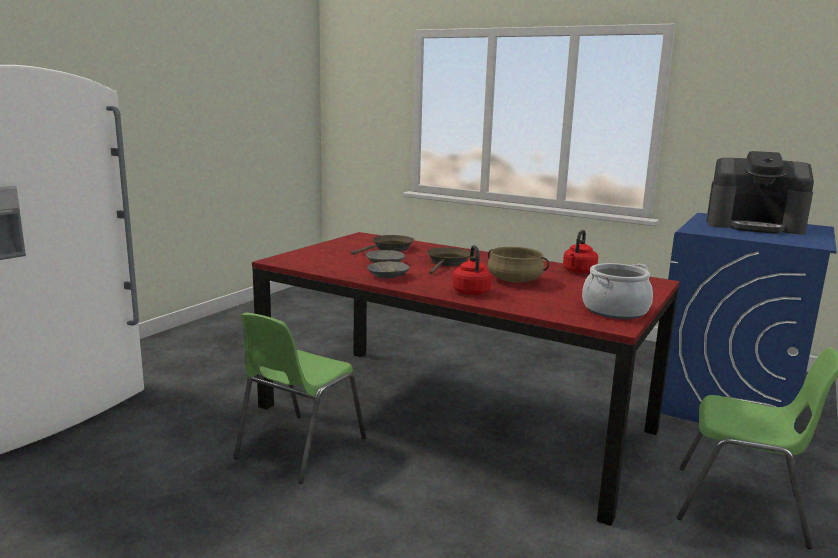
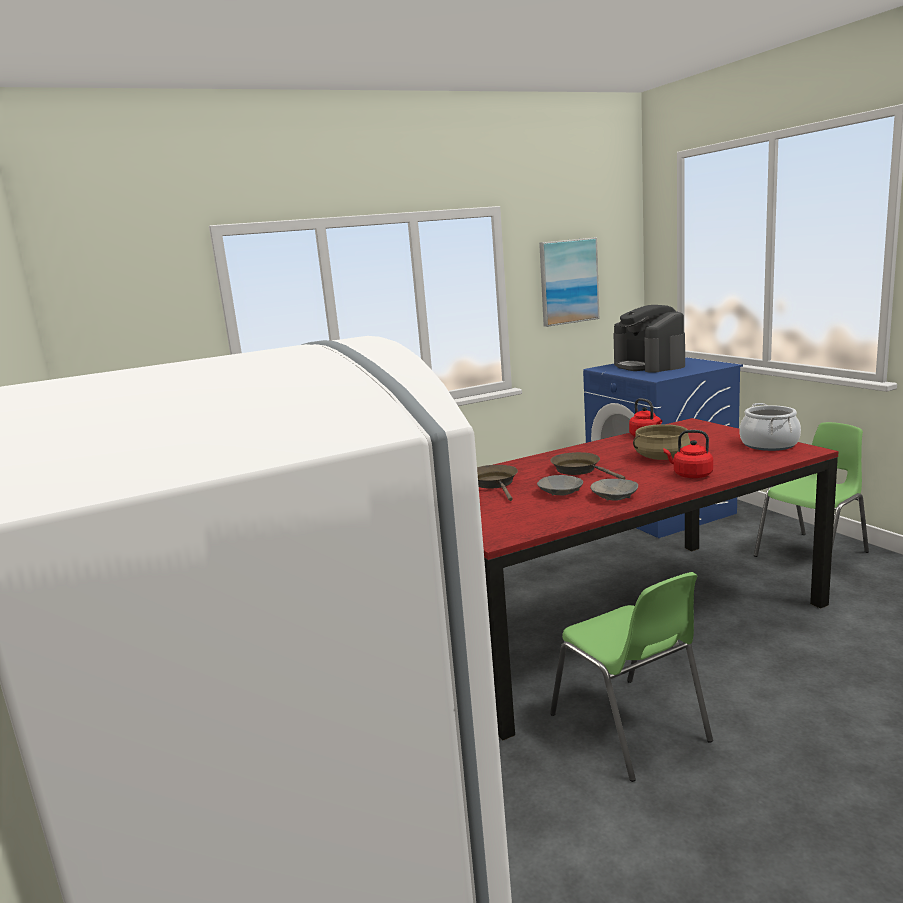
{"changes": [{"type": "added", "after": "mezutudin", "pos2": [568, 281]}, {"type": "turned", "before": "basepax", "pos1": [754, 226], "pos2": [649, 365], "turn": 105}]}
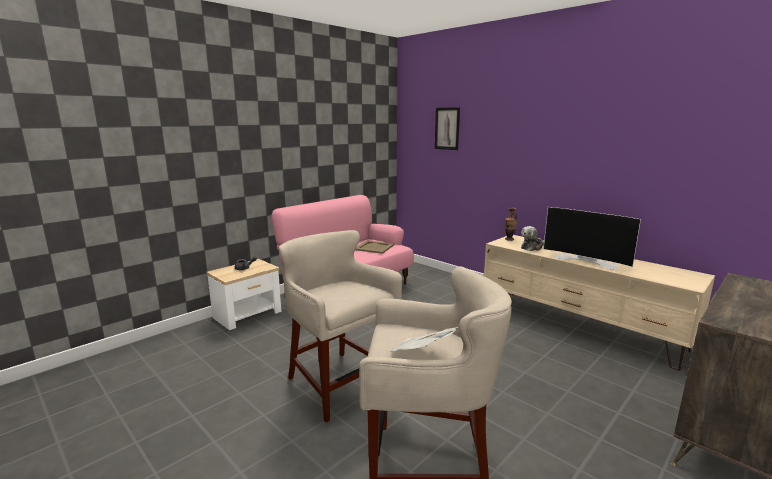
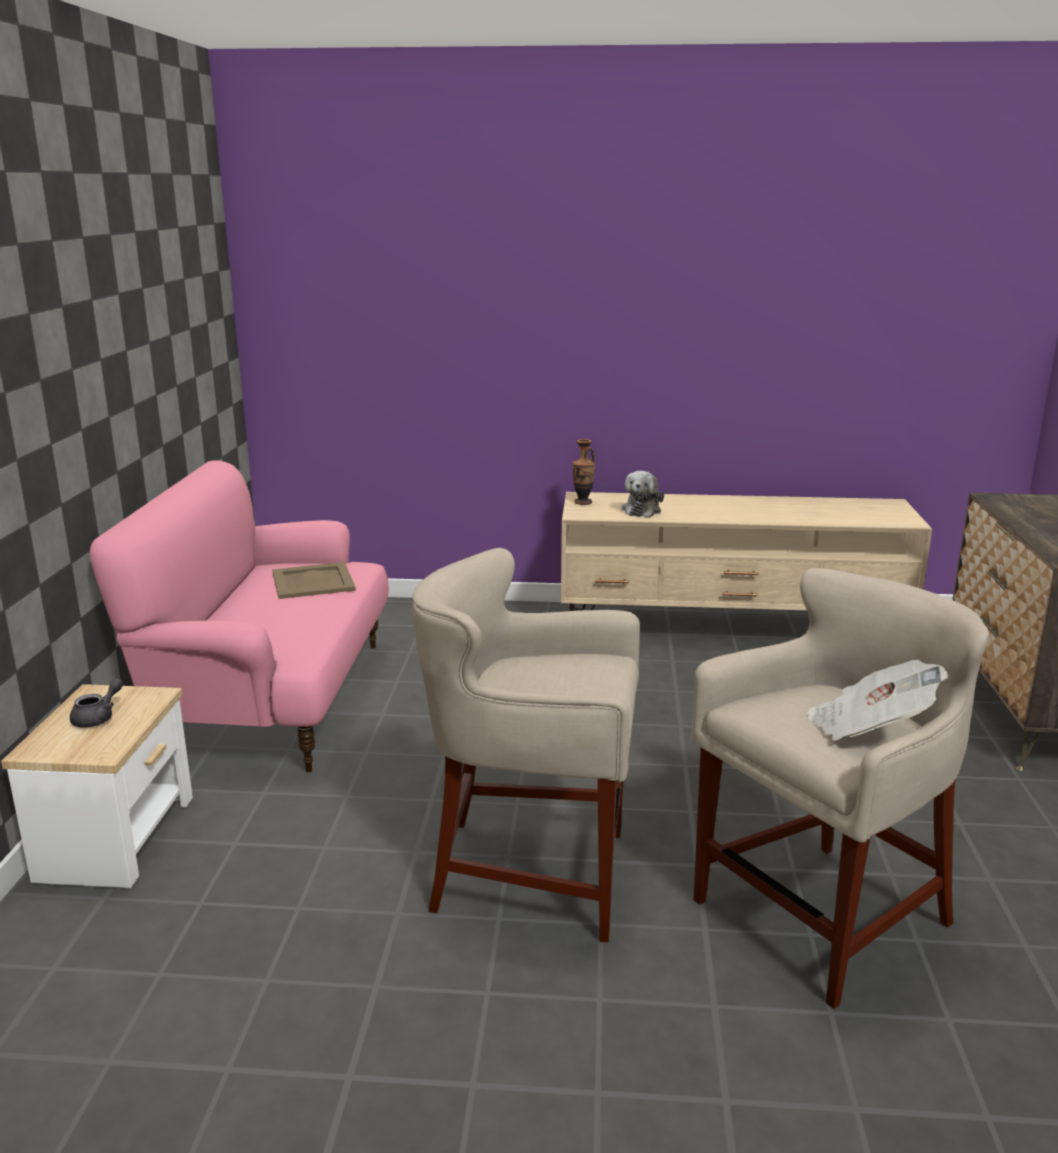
{"changes": [{"type": "removed", "before": "mezutudin", "pos1": [447, 128]}, {"type": "removed", "before": "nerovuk", "pos1": [587, 260]}]}
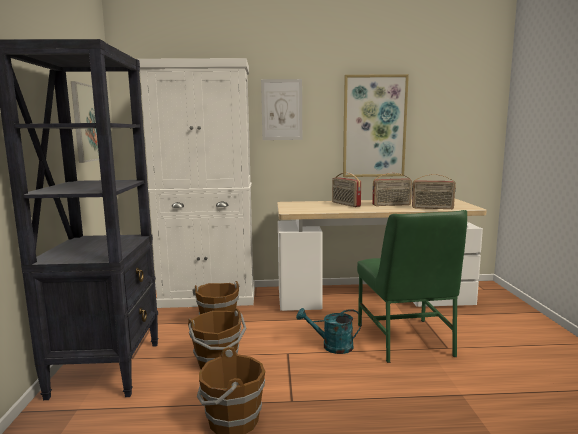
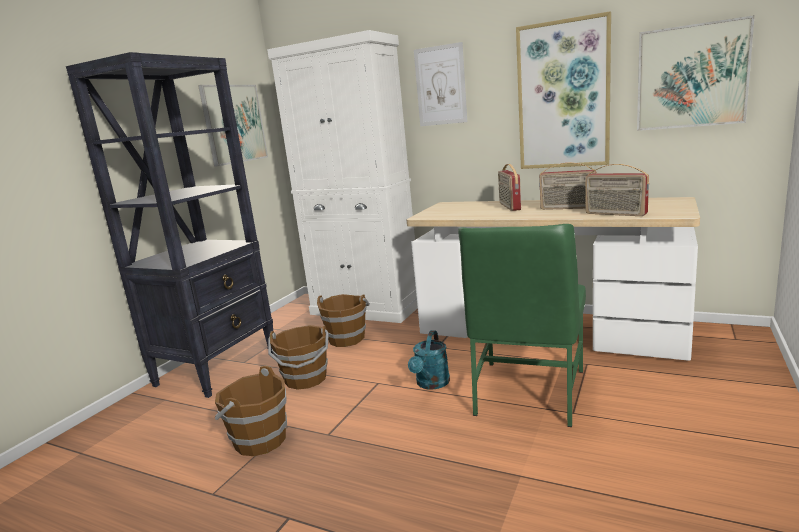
{"changes": [{"type": "turned", "before": "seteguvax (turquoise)", "pos1": [332, 346], "pos2": [431, 384], "turn": -105}, {"type": "added", "after": "mezutudin", "pos2": [691, 76]}]}
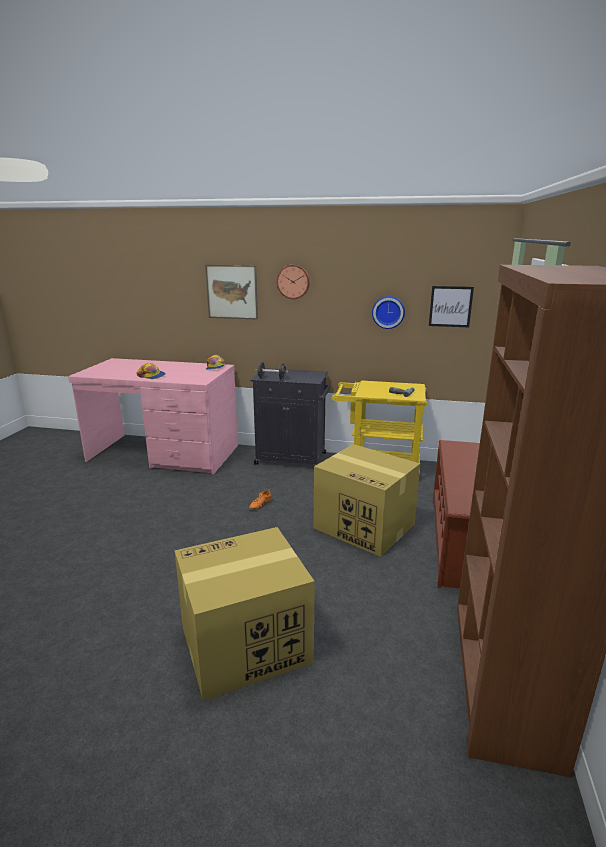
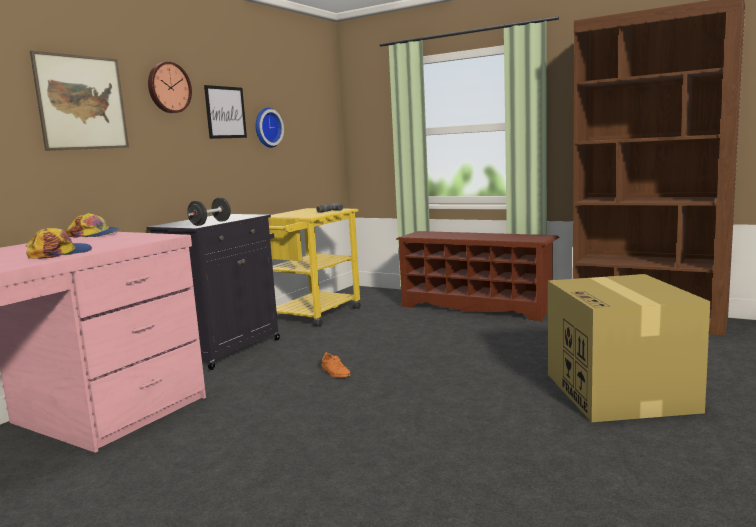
{"changes": [{"type": "moved", "before": "mezutudin", "pos1": [450, 306], "pos2": [225, 112]}, {"type": "removed", "before": "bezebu", "pos1": [365, 526]}]}
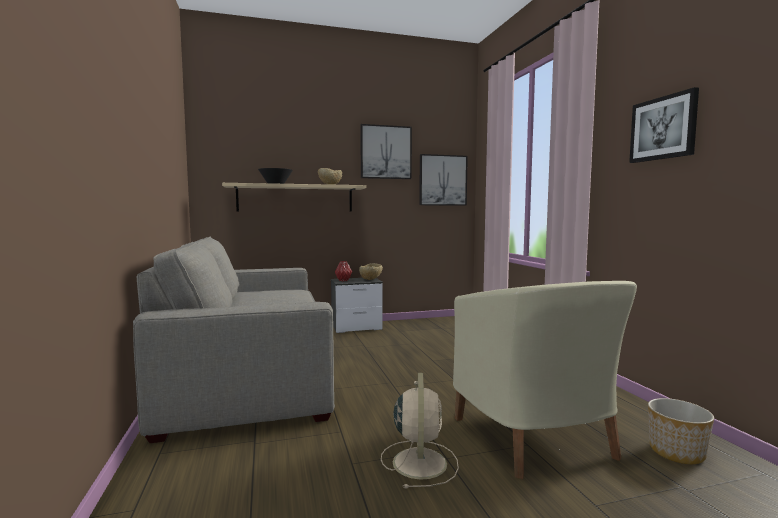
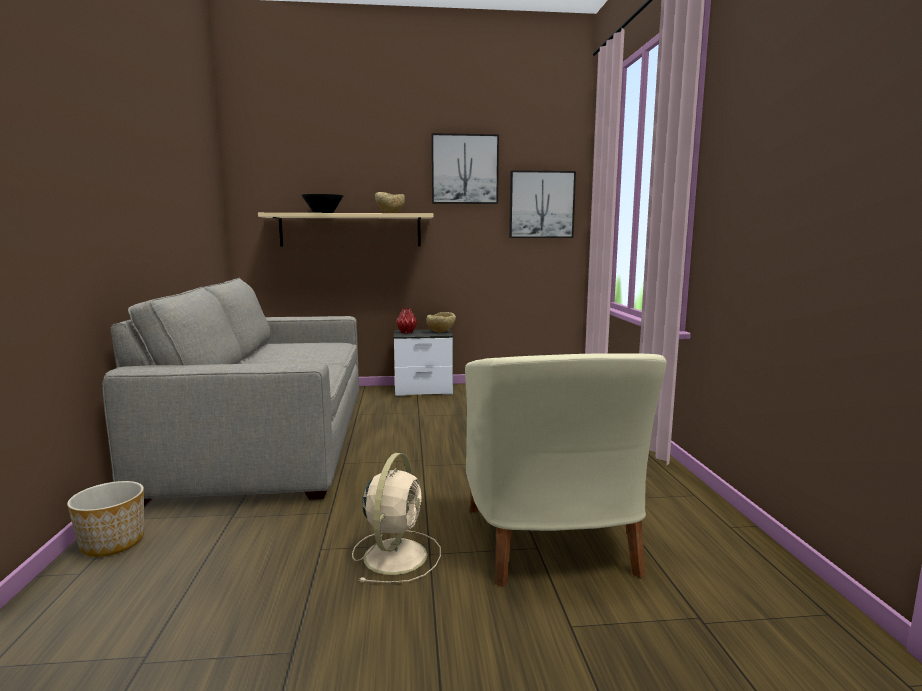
{"changes": [{"type": "moved", "before": "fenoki", "pos1": [675, 452], "pos2": [112, 543]}, {"type": "removed", "before": "mezutudin", "pos1": [663, 128]}]}
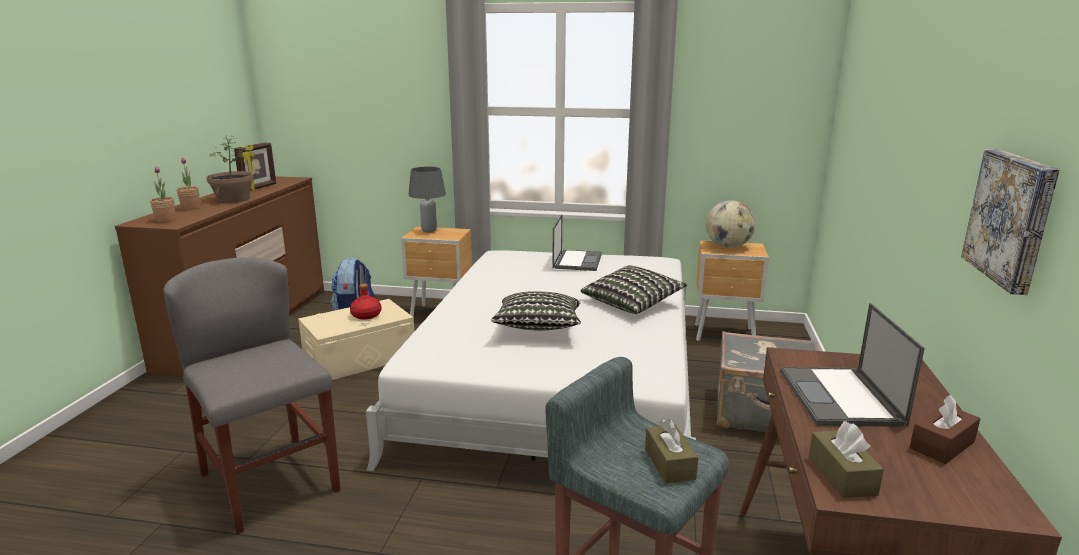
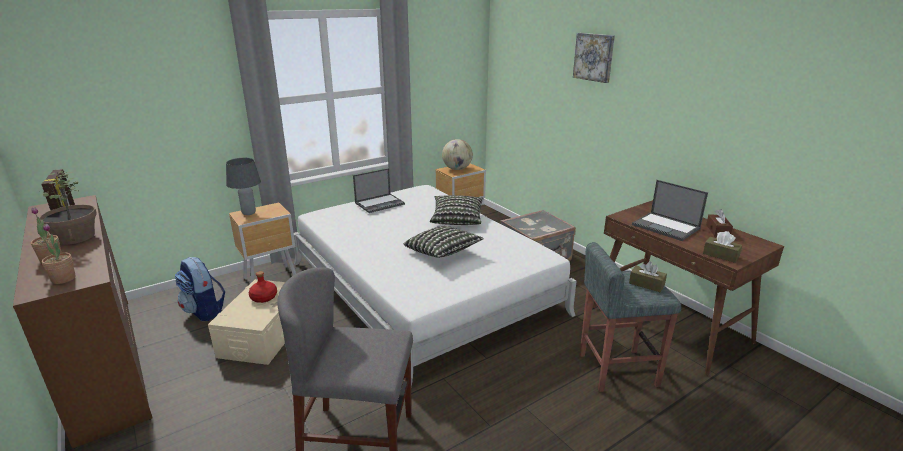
{"changes": [{"type": "turned", "before": "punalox", "pos1": [577, 261], "pos2": [380, 203], "turn": 90}, {"type": "moved", "before": "mezutudin", "pos1": [1013, 218], "pos2": [594, 57]}]}
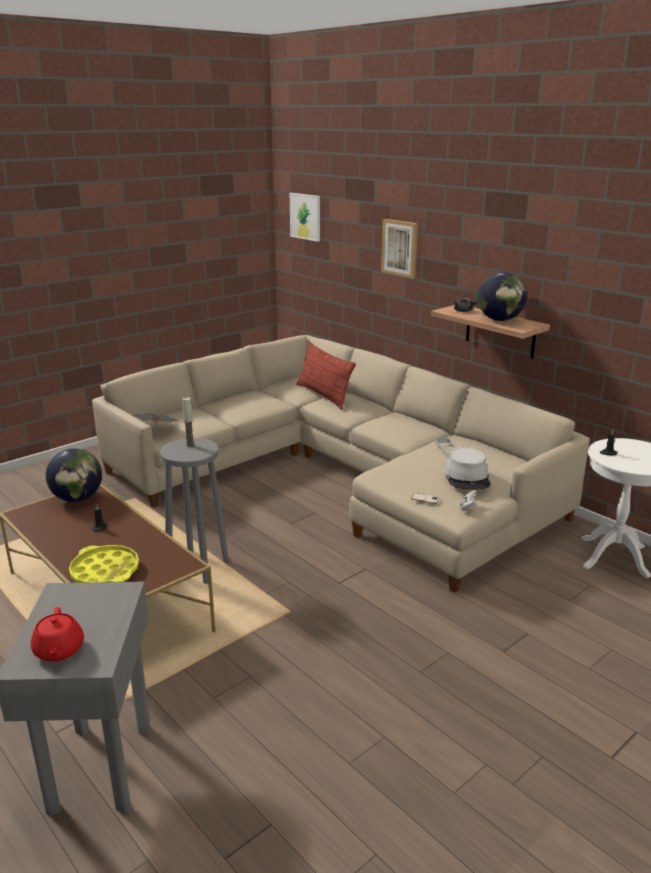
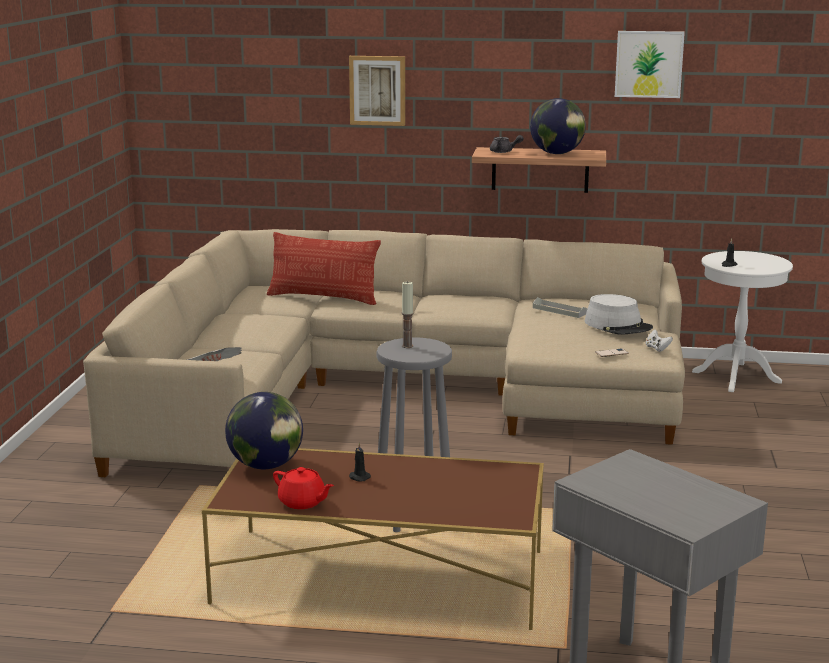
{"changes": [{"type": "moved", "before": "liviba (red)", "pos1": [58, 651], "pos2": [302, 502]}, {"type": "moved", "before": "mezutudin", "pos1": [305, 216], "pos2": [649, 64]}, {"type": "removed", "before": "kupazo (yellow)", "pos1": [105, 571]}]}
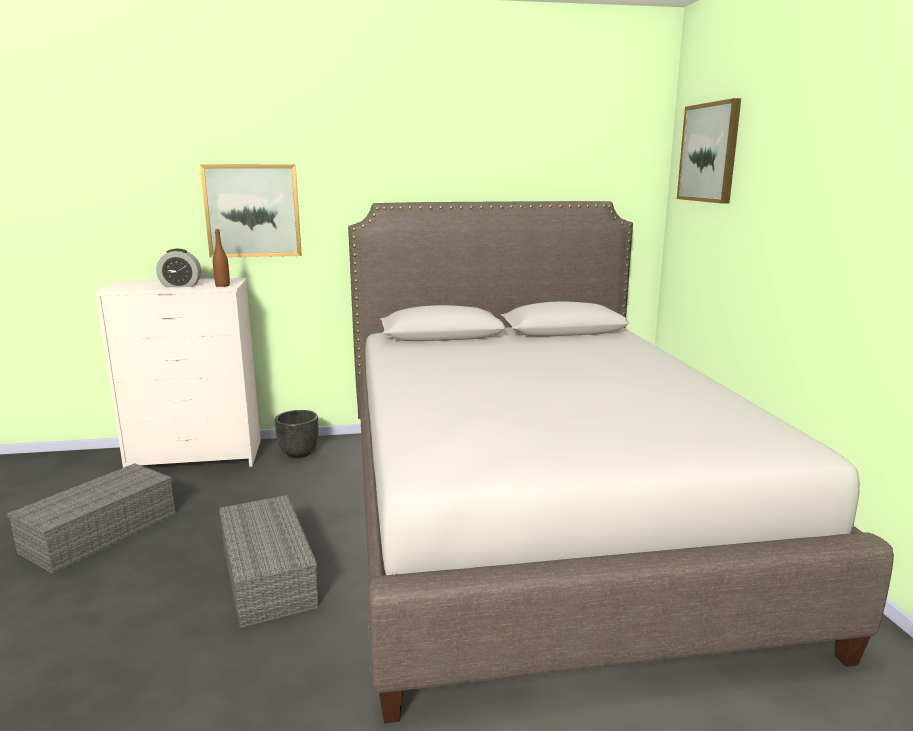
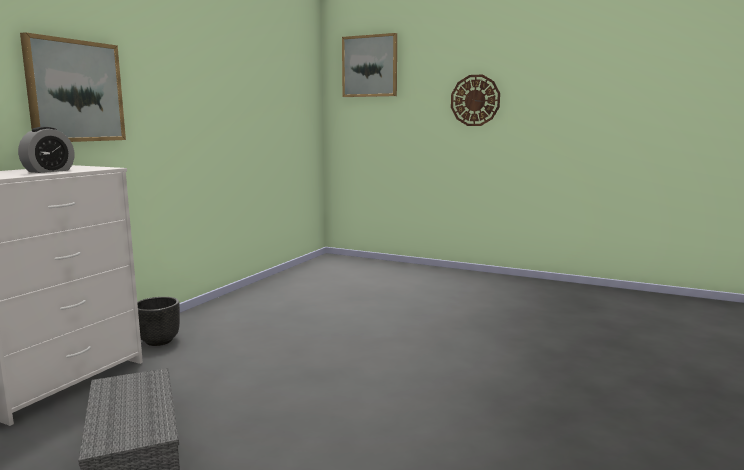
{"changes": [{"type": "added", "after": "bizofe", "pos2": [475, 100]}, {"type": "removed", "before": "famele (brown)", "pos1": [222, 285]}, {"type": "removed", "before": "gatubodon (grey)", "pos1": [265, 575]}, {"type": "removed", "before": "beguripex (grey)", "pos1": [538, 517]}]}
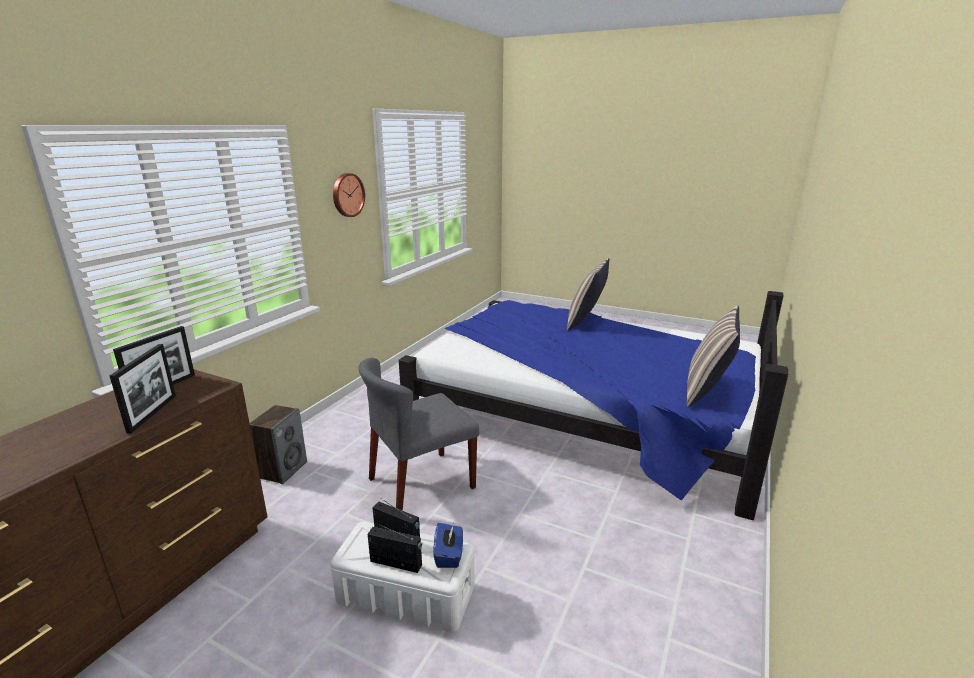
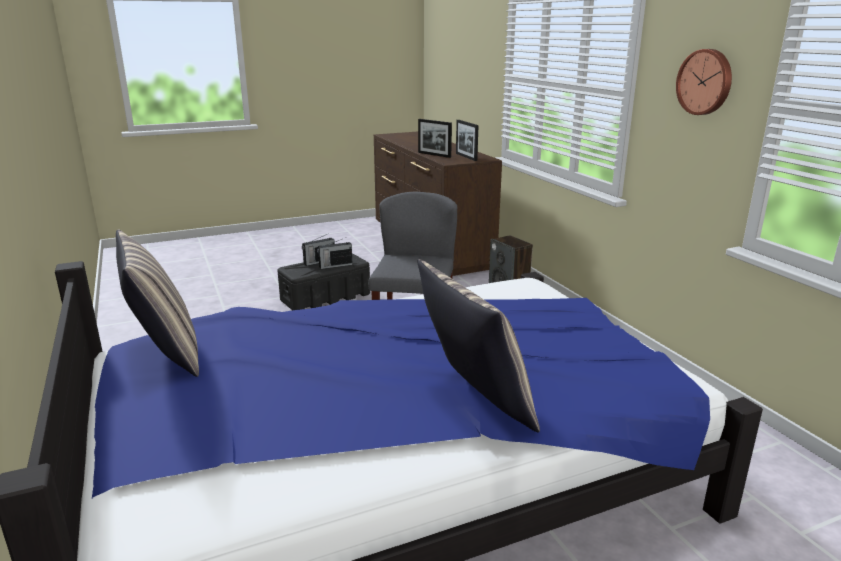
{"changes": [{"type": "recoloured", "before": "gatubodon (white)", "after": "gatubodon (black)", "pos1": [405, 593], "pos2": [326, 297]}, {"type": "removed", "before": "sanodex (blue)", "pos1": [449, 555]}]}
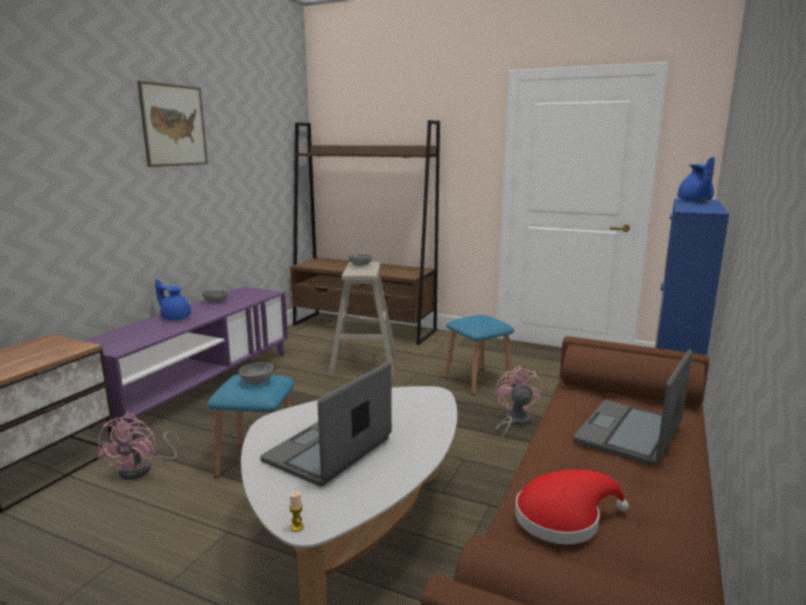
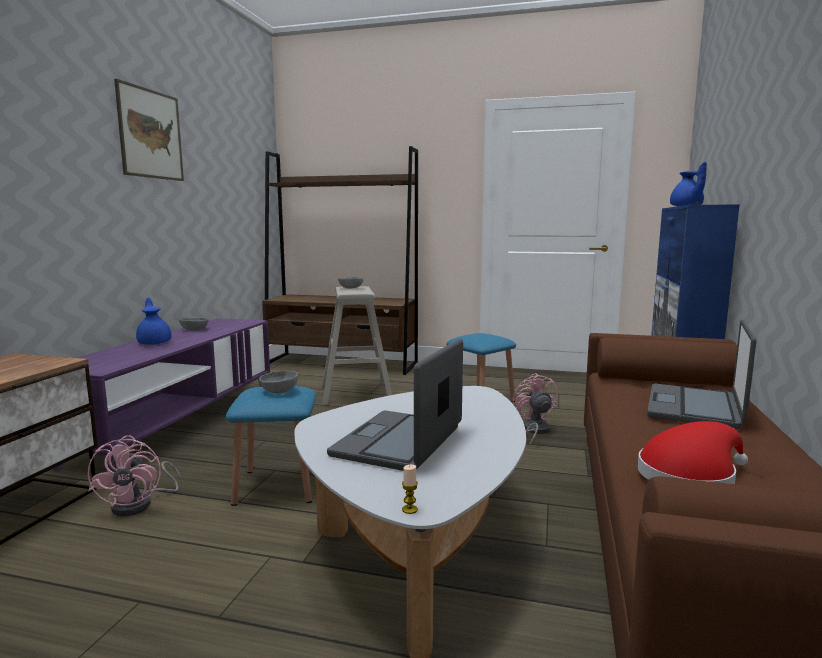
{"changes": [{"type": "turned", "before": "liviba (blue)", "pos1": [175, 318], "pos2": [155, 343], "turn": 45}]}
